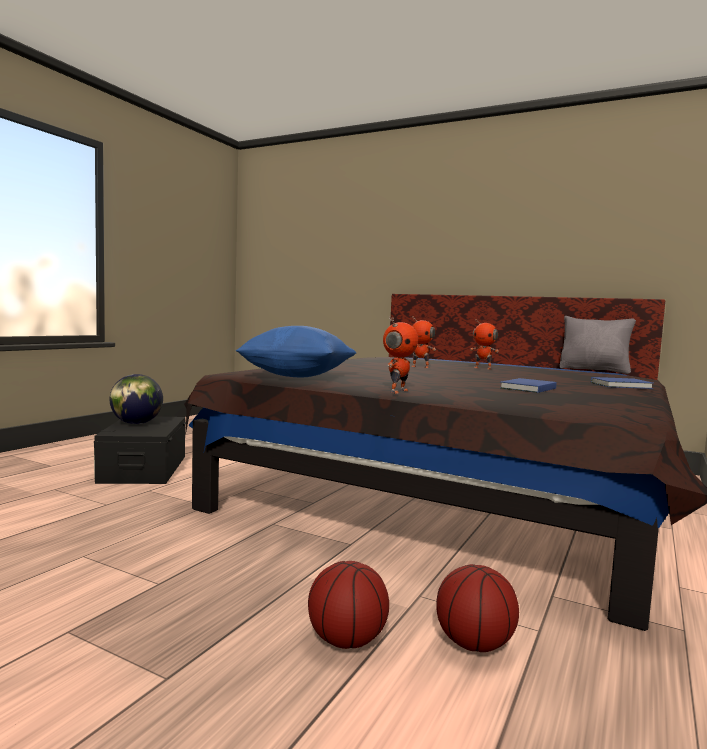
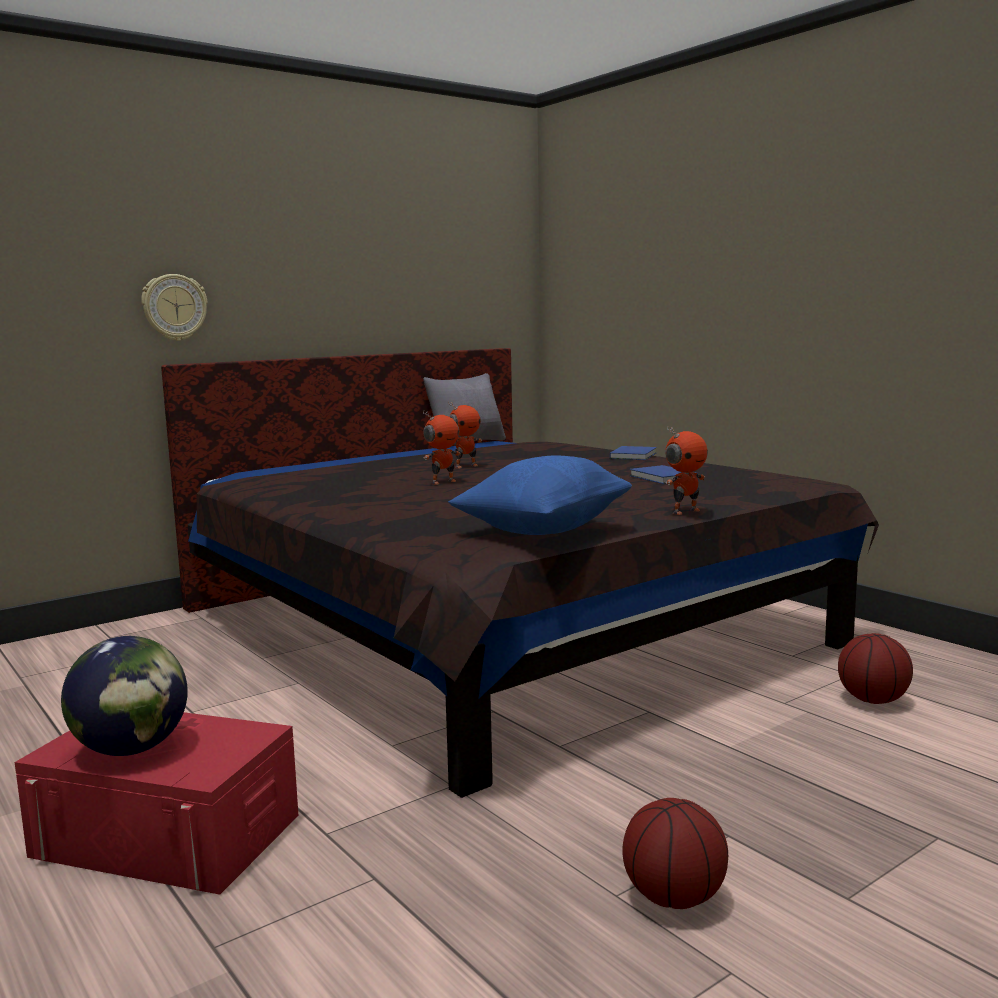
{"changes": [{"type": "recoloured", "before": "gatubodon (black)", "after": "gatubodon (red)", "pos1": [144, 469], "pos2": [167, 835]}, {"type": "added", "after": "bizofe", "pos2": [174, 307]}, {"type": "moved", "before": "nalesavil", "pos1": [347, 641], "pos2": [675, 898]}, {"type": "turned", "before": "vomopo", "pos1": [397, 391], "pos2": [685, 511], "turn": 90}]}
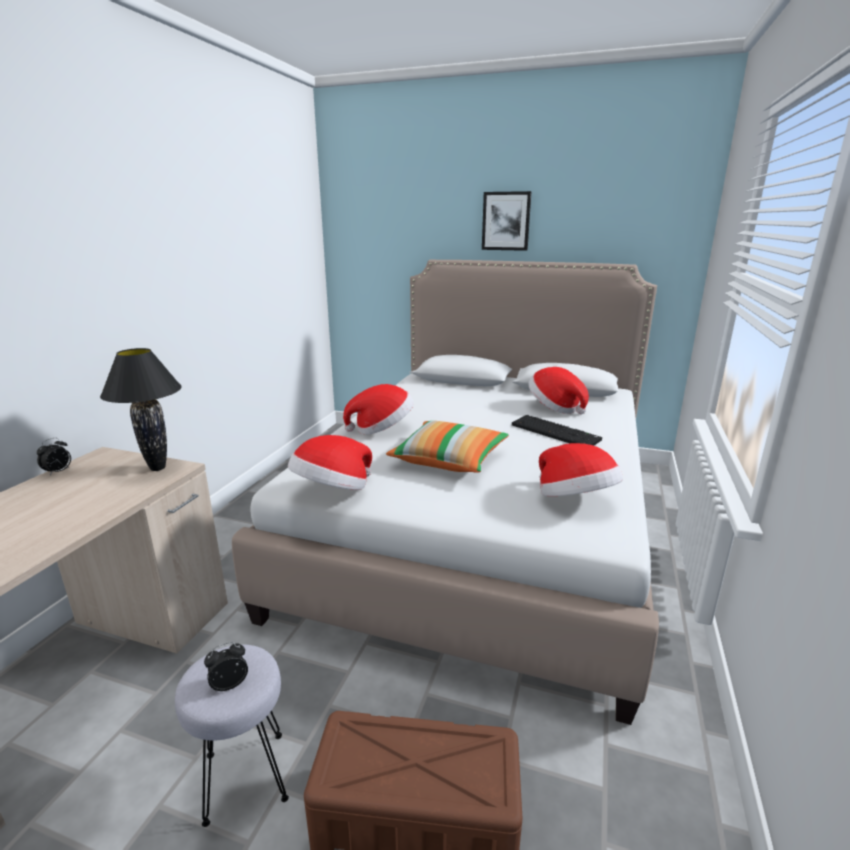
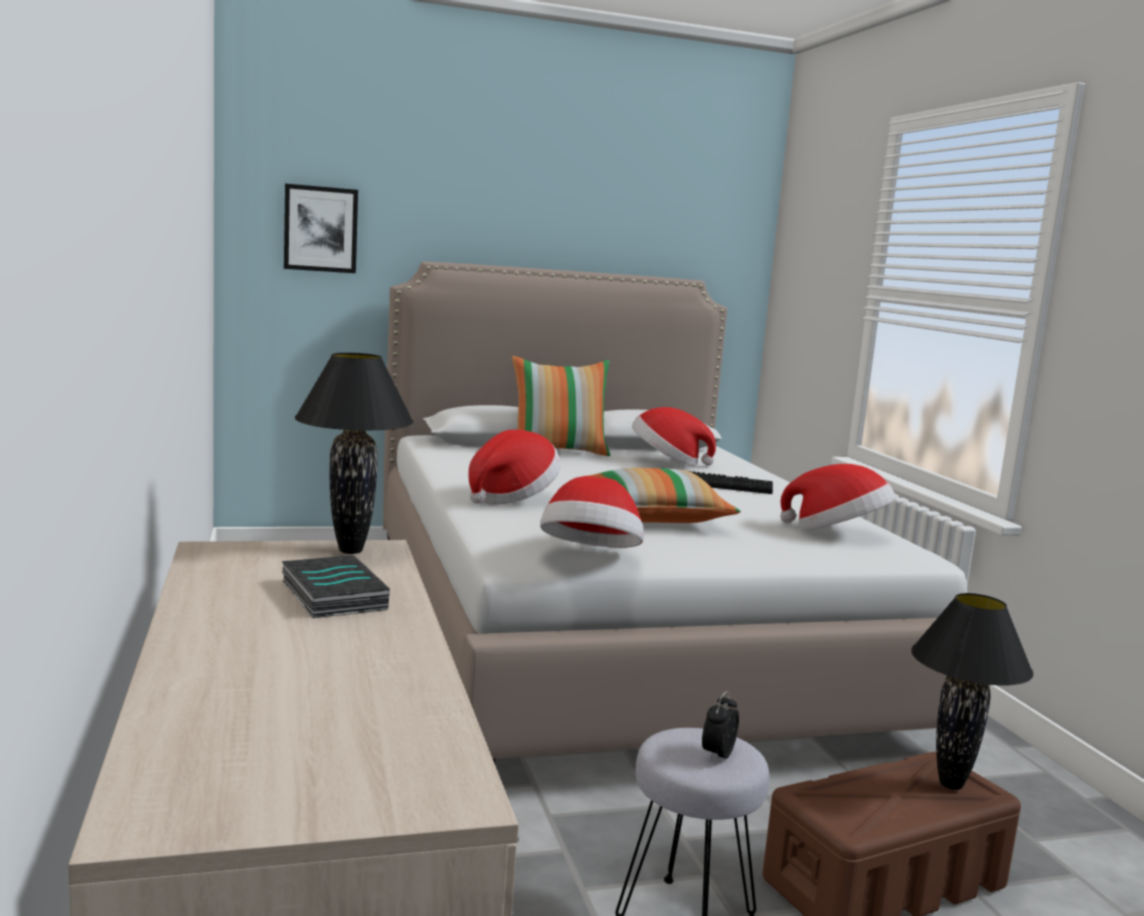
{"changes": [{"type": "added", "after": "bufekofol", "pos2": [331, 595]}, {"type": "moved", "before": "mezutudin", "pos1": [506, 221], "pos2": [320, 229]}, {"type": "added", "after": "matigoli", "pos2": [558, 452]}, {"type": "added", "after": "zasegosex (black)", "pos2": [952, 785]}, {"type": "removed", "before": "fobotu", "pos1": [58, 472]}]}
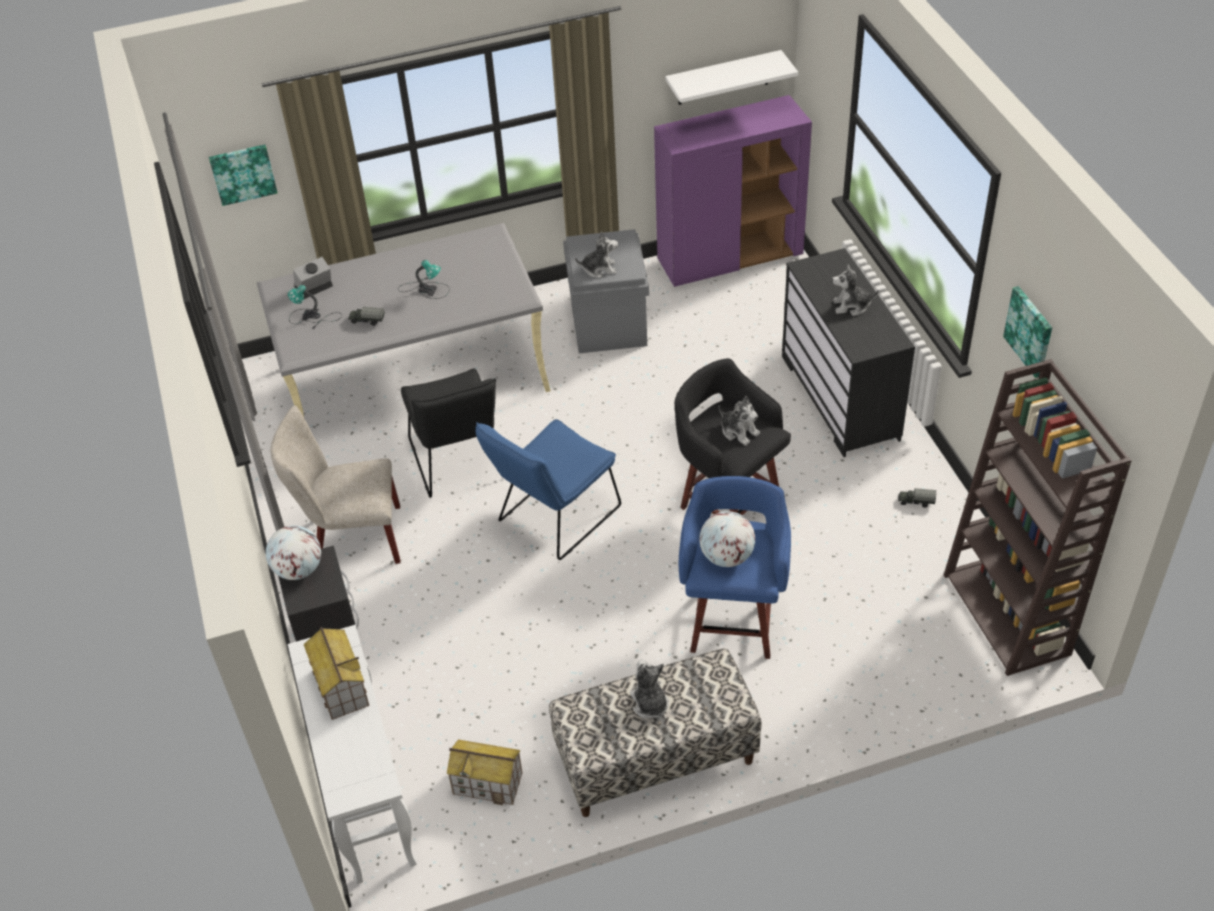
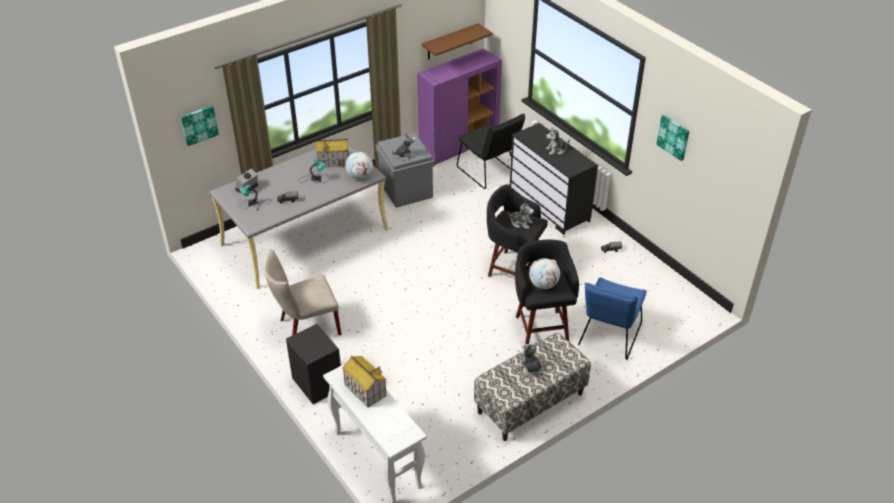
{"changes": [{"type": "moved", "before": "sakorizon", "pos1": [488, 783], "pos2": [334, 161]}, {"type": "moved", "before": "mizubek", "pos1": [298, 570], "pos2": [360, 176]}, {"type": "recoloured", "before": "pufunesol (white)", "after": "pufunesol (brown)", "pos1": [723, 78], "pos2": [450, 42]}, {"type": "moved", "before": "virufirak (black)", "pos1": [459, 463], "pos2": [489, 173]}, {"type": "recoloured", "before": "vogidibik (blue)", "after": "vogidibik (black)", "pos1": [733, 621], "pos2": [541, 326]}, {"type": "moved", "before": "virufirak (blue)", "pos1": [553, 518], "pos2": [608, 337]}, {"type": "removed", "before": "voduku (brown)", "pos1": [1008, 615]}]}
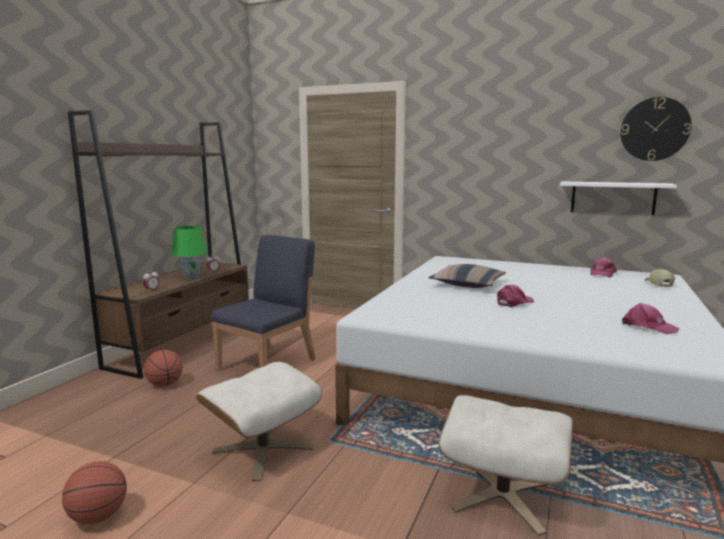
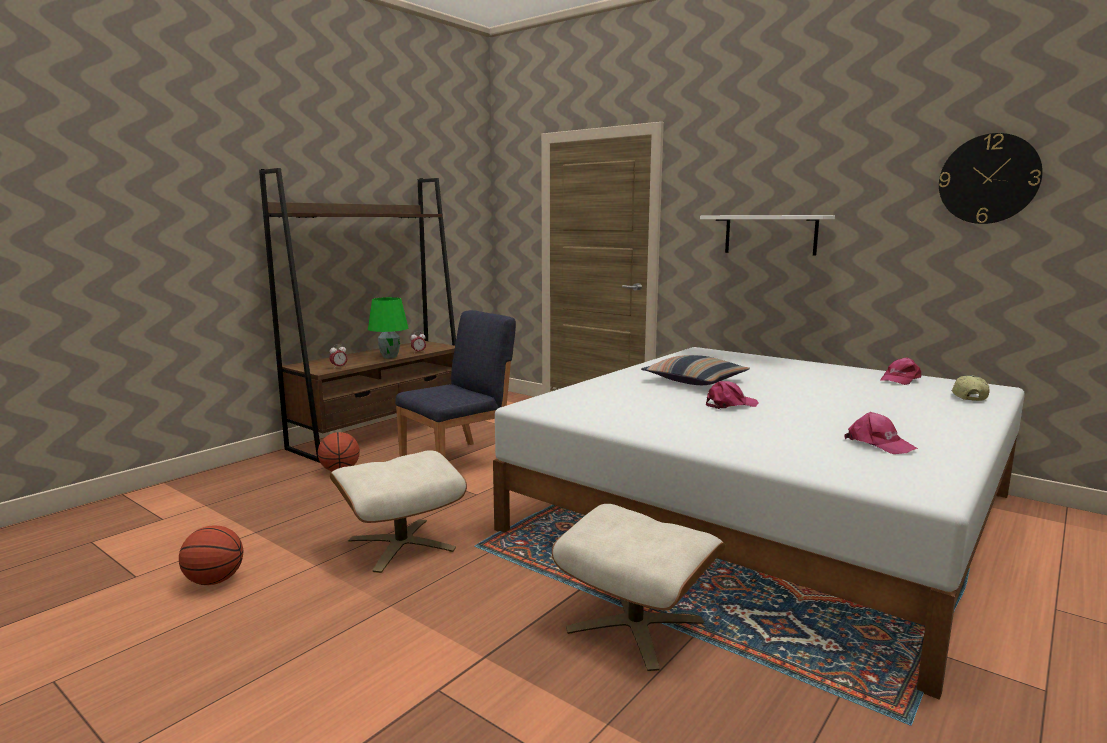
{"changes": [{"type": "moved", "before": "pufunesol (white)", "pos1": [612, 198], "pos2": [770, 234]}]}
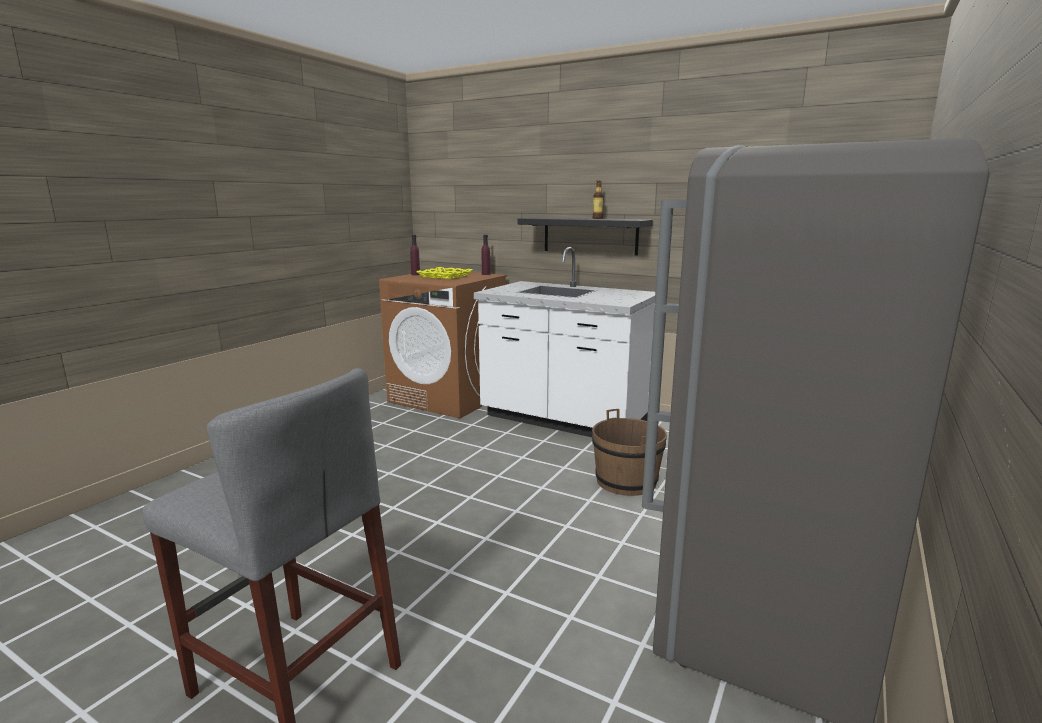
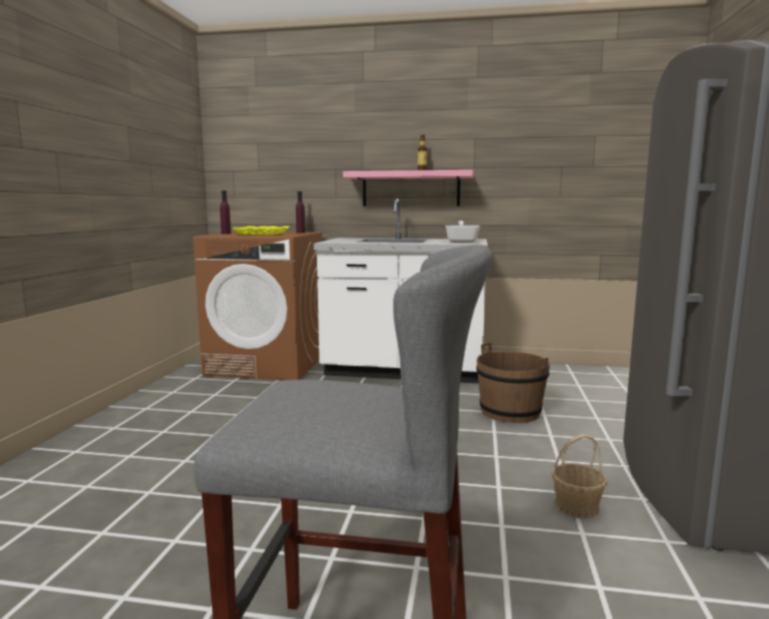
{"changes": [{"type": "recoloured", "before": "pufunesol (black)", "after": "pufunesol (pink)", "pos1": [590, 235], "pos2": [411, 189]}, {"type": "added", "after": "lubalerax", "pos2": [462, 241]}, {"type": "added", "after": "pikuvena", "pos2": [577, 507]}]}
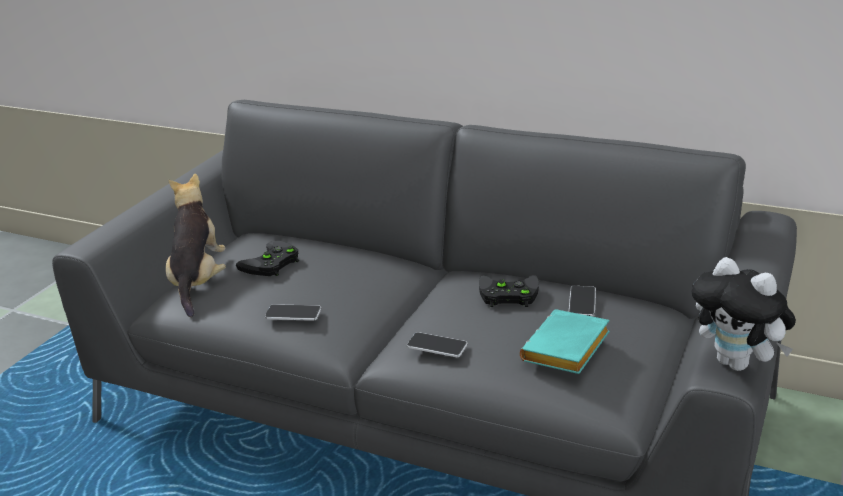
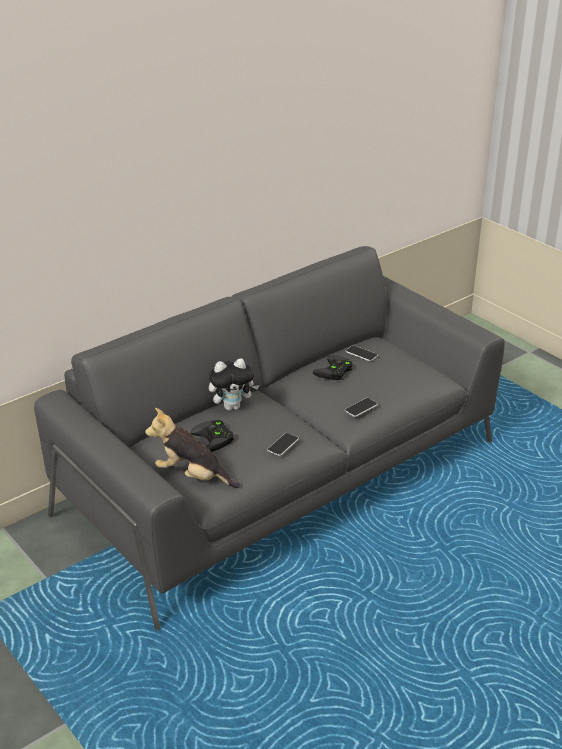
{"changes": [{"type": "moved", "before": "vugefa", "pos1": [738, 363], "pos2": [233, 406]}, {"type": "removed", "before": "bufekofol (turquoise)", "pos1": [567, 350]}]}
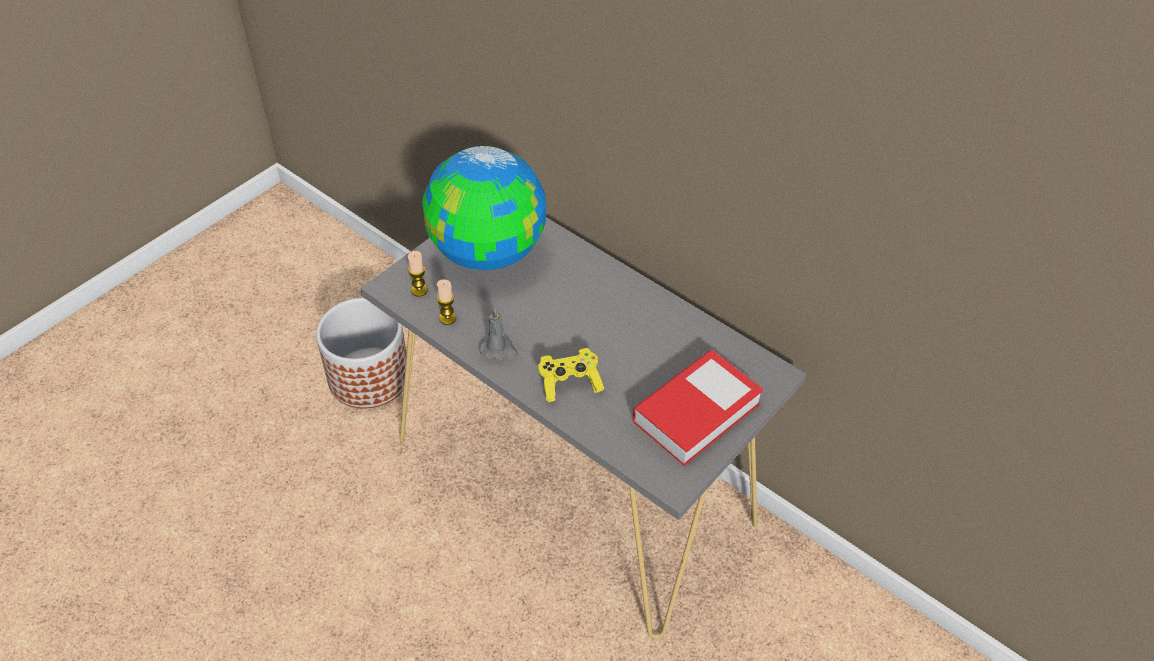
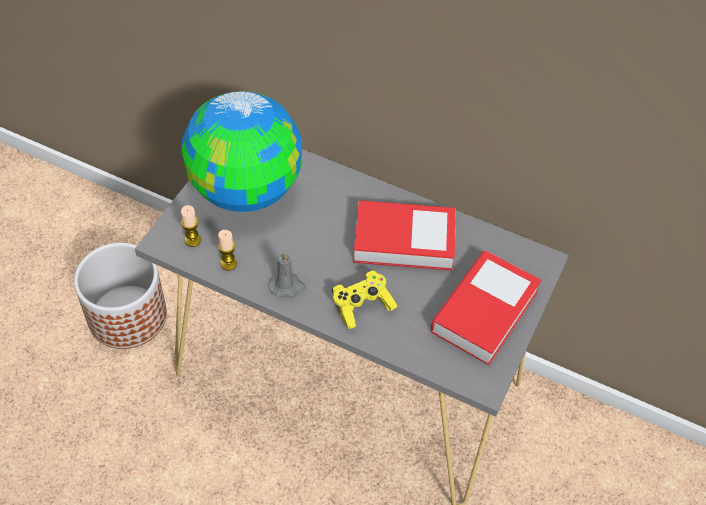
{"changes": [{"type": "added", "after": "bufekofol", "pos2": [404, 241]}]}
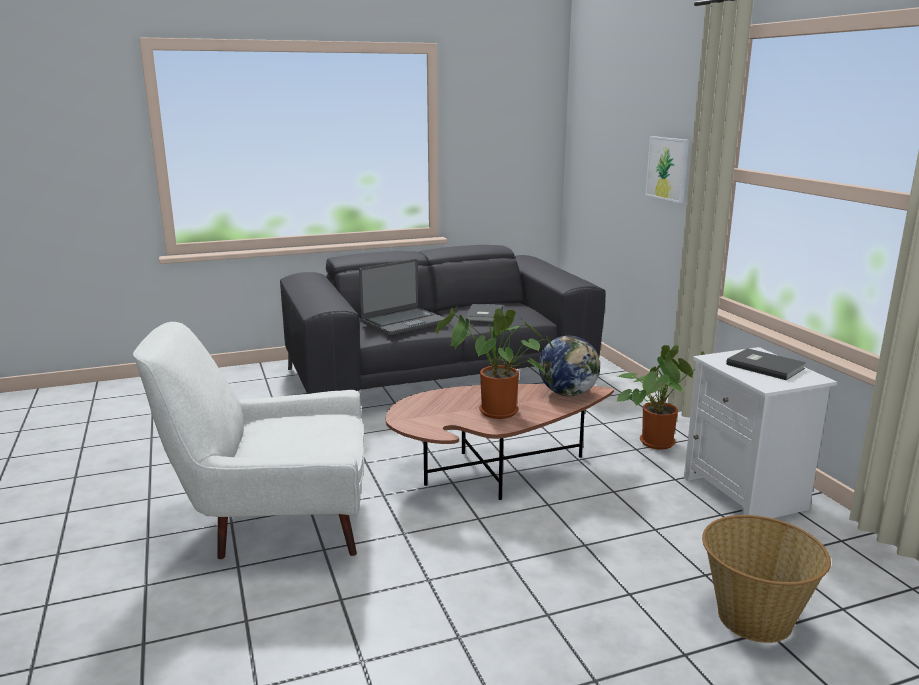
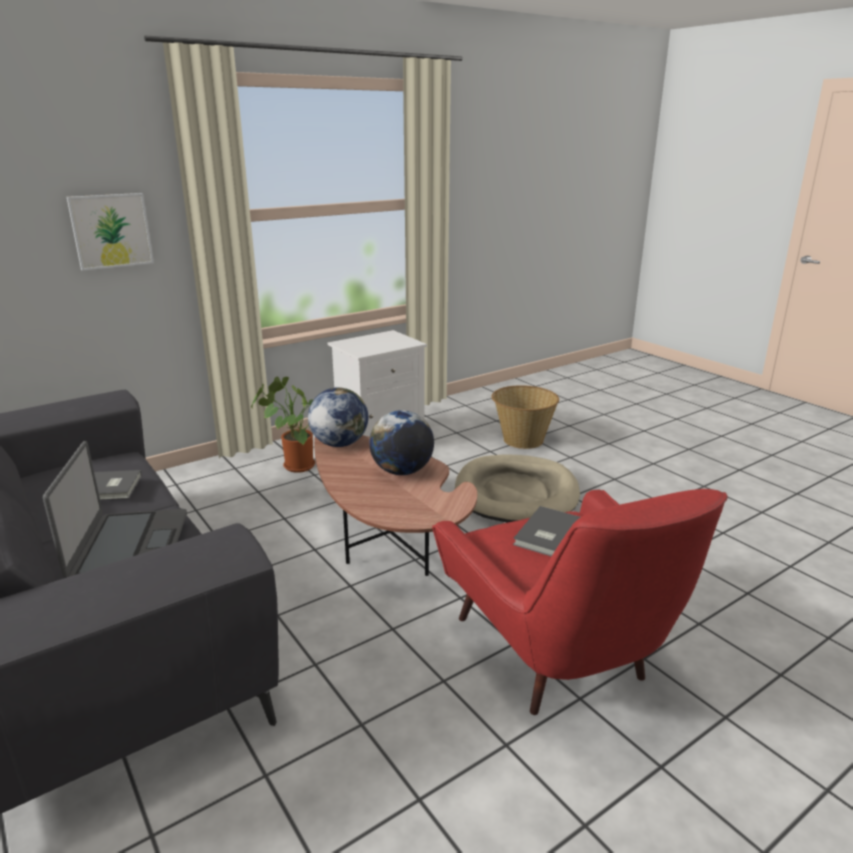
{"changes": [{"type": "turned", "before": "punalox", "pos1": [403, 322], "pos2": [129, 547], "turn": 45}, {"type": "replaced", "before": "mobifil", "after": "mizubek", "pos1": [494, 413], "pos2": [402, 471]}, {"type": "recoloured", "before": "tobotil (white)", "after": "tobotil (red)", "pos1": [275, 524], "pos2": [560, 658]}, {"type": "added", "after": "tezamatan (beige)", "pos2": [516, 494]}, {"type": "moved", "before": "bufekofol (grey)", "pos1": [765, 366], "pos2": [549, 535]}]}
